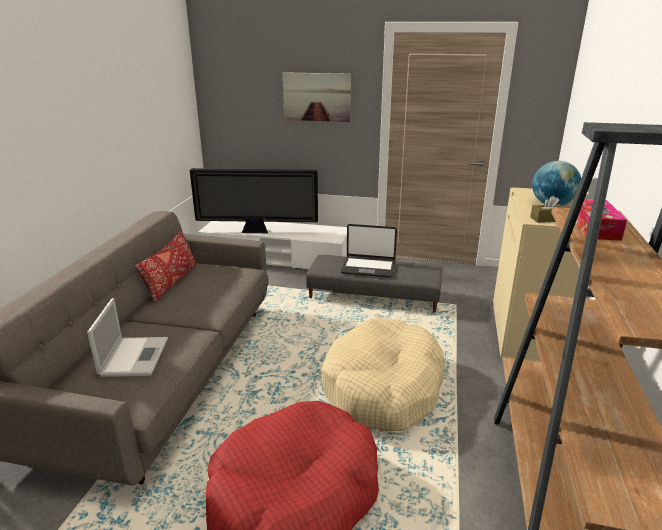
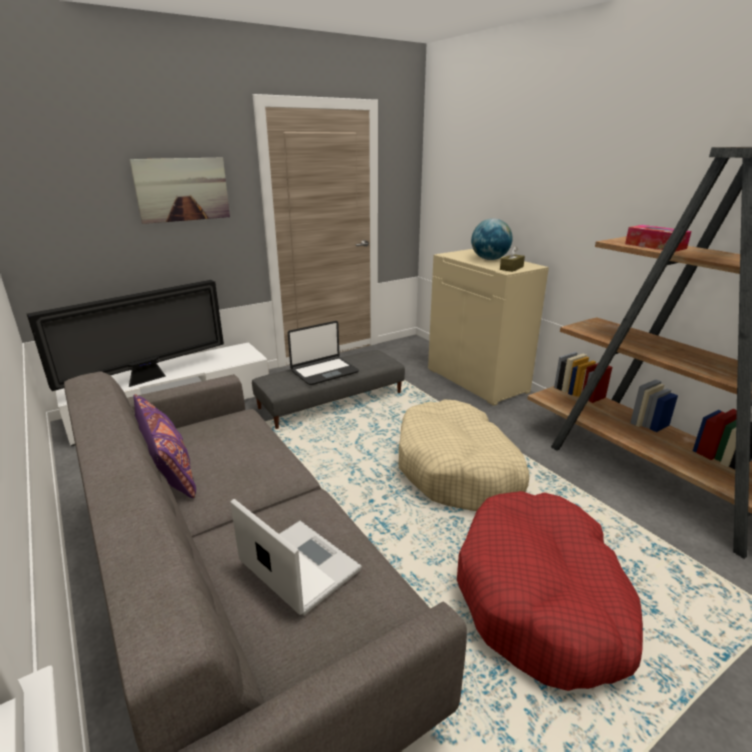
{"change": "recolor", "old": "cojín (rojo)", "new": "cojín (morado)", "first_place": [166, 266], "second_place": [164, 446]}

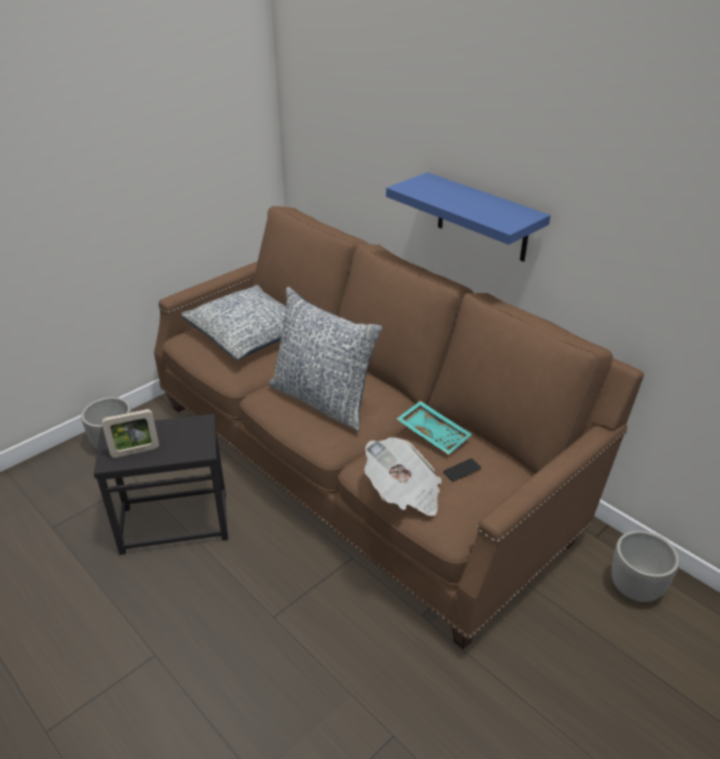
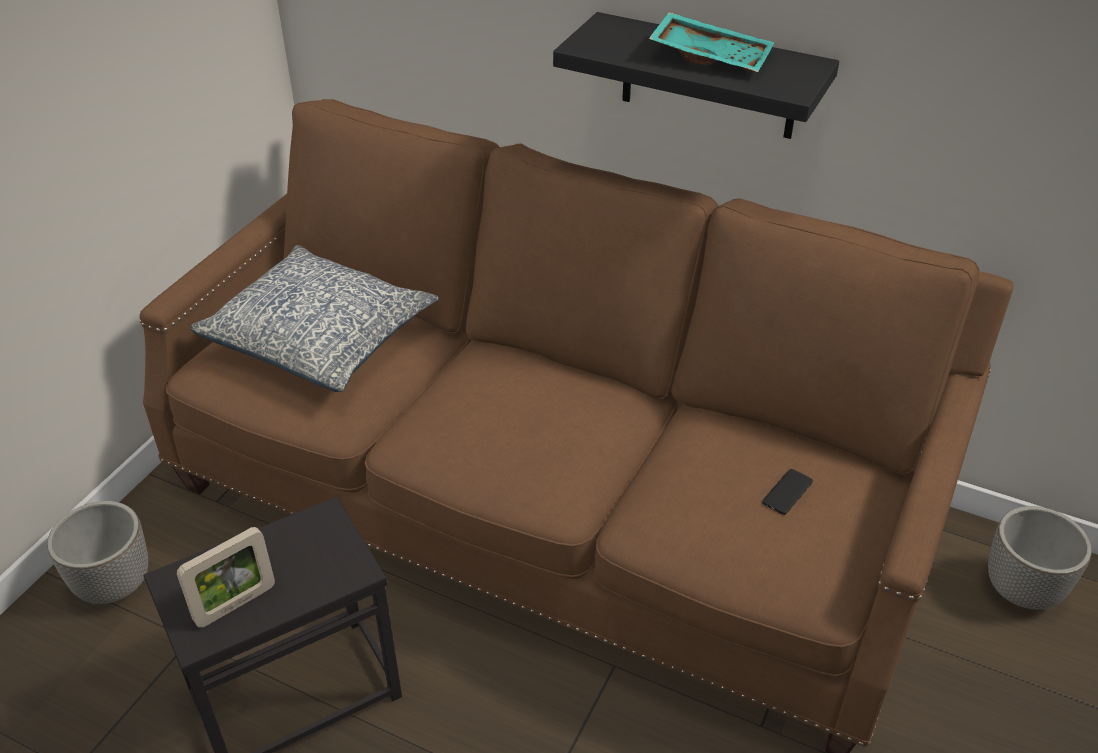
{"change": "recolor", "old": "estante (azul)", "new": "estante (negro)", "first_place": [468, 217], "second_place": [696, 75]}
{"change": "delete", "old": "cojín", "first_place": [325, 359]}
{"change": "move", "old": "bandeja (turquesa)", "first_place": [434, 428], "second_place": [712, 42]}
{"change": "delete", "old": "periódico", "first_place": [403, 476]}

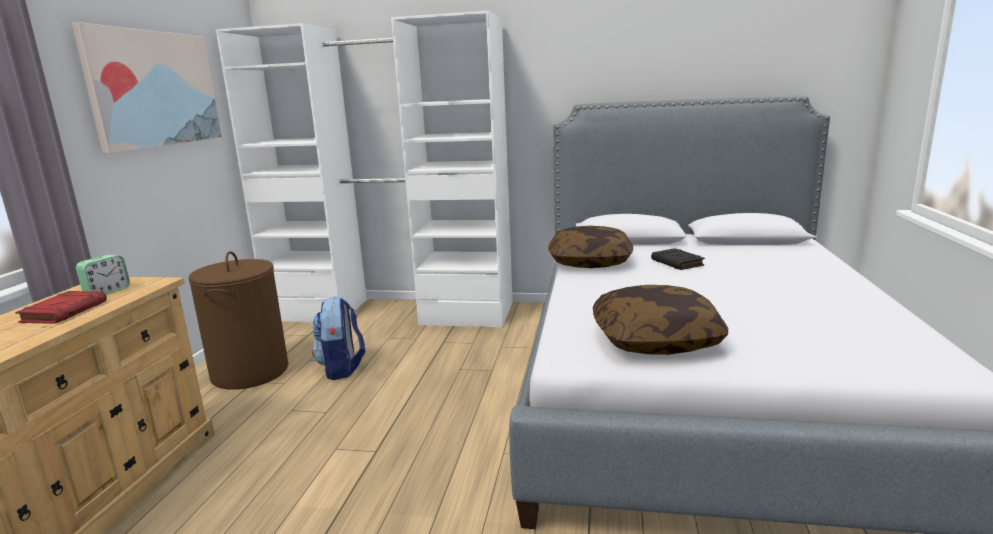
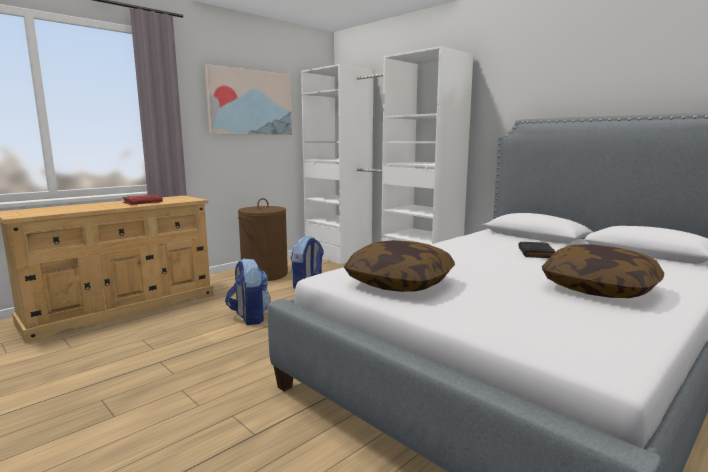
{"change": "move", "old": "cojín", "first_place": [590, 247], "second_place": [603, 271]}
{"change": "delete", "old": "despertador", "first_place": [103, 274]}
{"change": "insert", "new": "mochila", "second_place": [248, 291]}

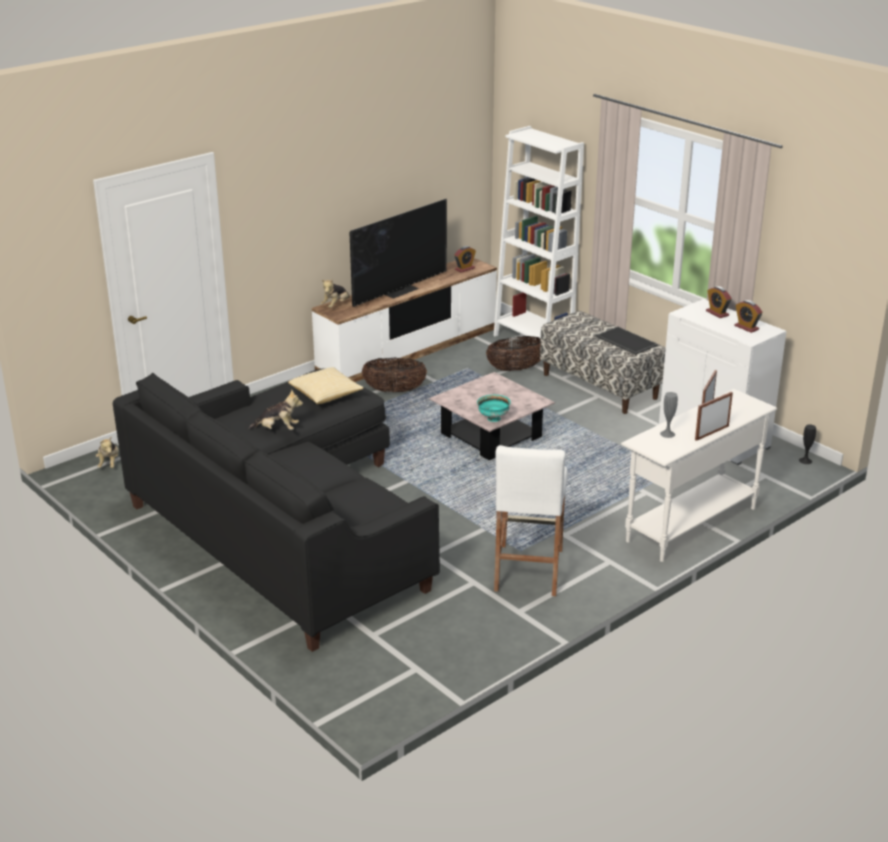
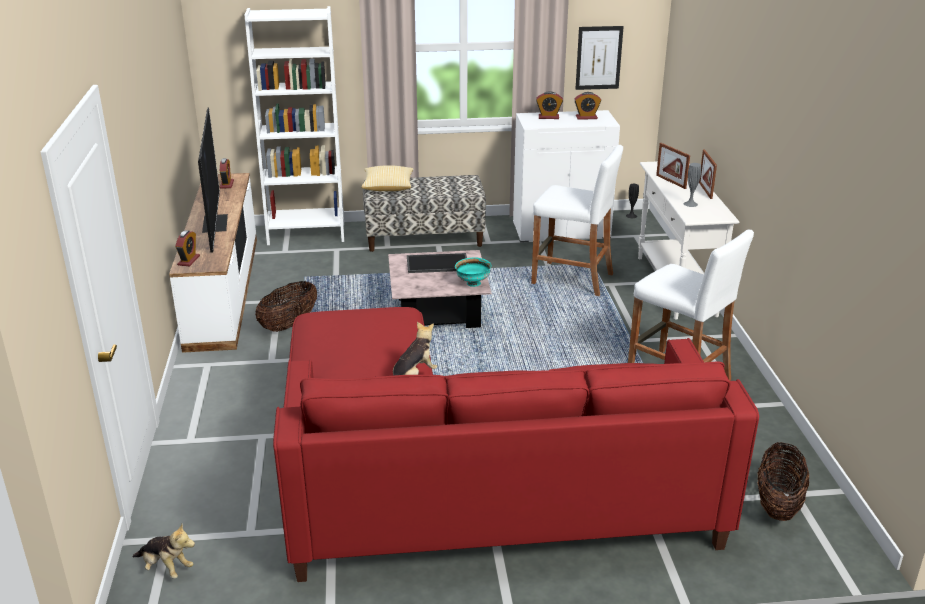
{"change": "replace", "old": "peluche", "new": "despertador", "first_place": [335, 293], "second_place": [187, 248]}
{"change": "move", "old": "bandeja", "first_place": [627, 341], "second_place": [437, 263]}
{"change": "move", "old": "cesta", "first_place": [513, 353], "second_place": [783, 481]}
{"change": "move", "old": "cojín", "first_place": [326, 385], "second_place": [387, 178]}
{"change": "recolor", "old": "sofá (negro)", "new": "sofá (rojo)", "first_place": [276, 510], "second_place": [516, 444]}
{"change": "insert", "new": "cuadro", "second_place": [600, 58]}
{"change": "insert", "new": "taburete (blanco)", "second_place": [577, 220]}

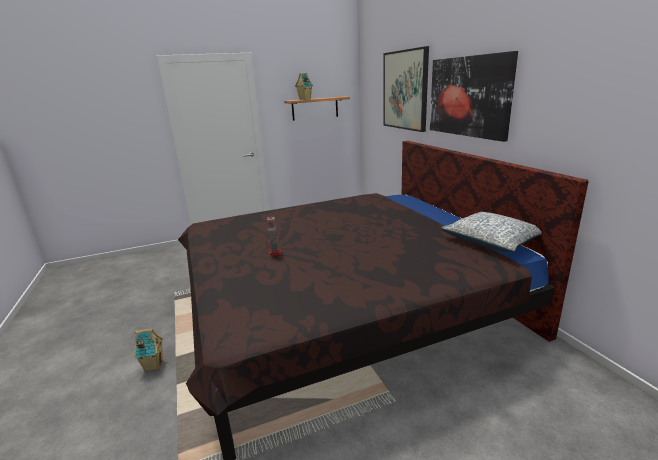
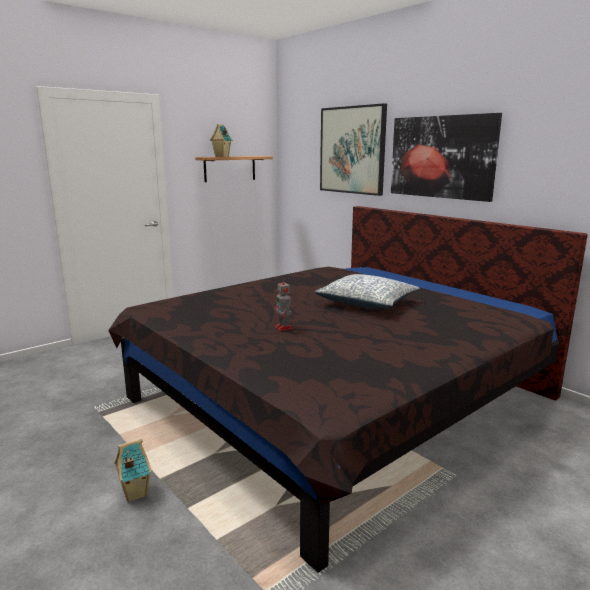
{"change": "move", "old": "cojín", "first_place": [491, 232], "second_place": [367, 291]}

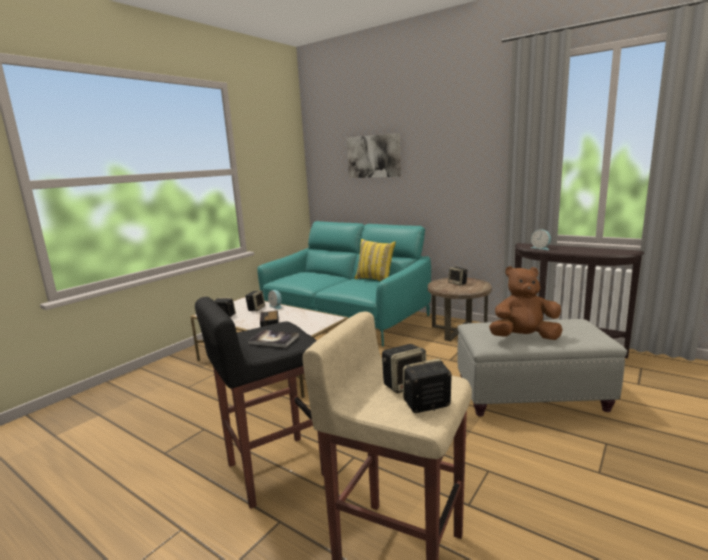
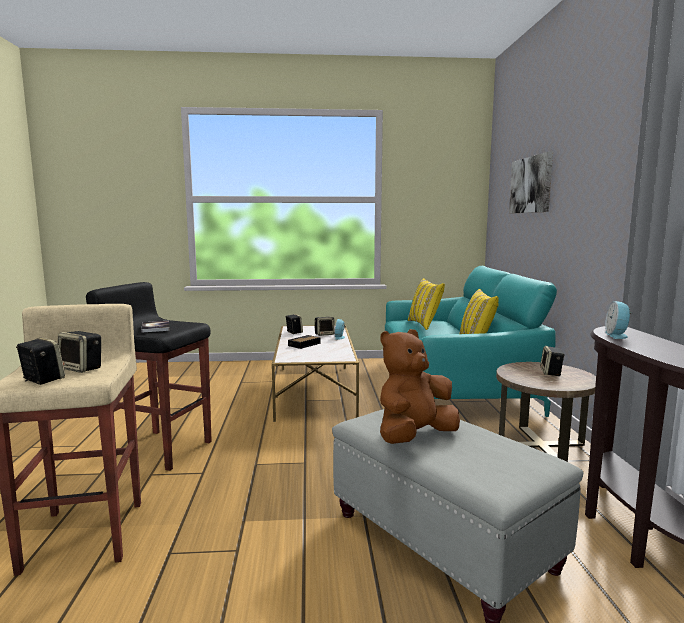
{"change": "rotate", "old": "peluche (marrón)", "first_place": [526, 303], "second_place": [420, 386], "degrees": -90}
{"change": "insert", "new": "cojín (amarillo)", "second_place": [426, 304]}

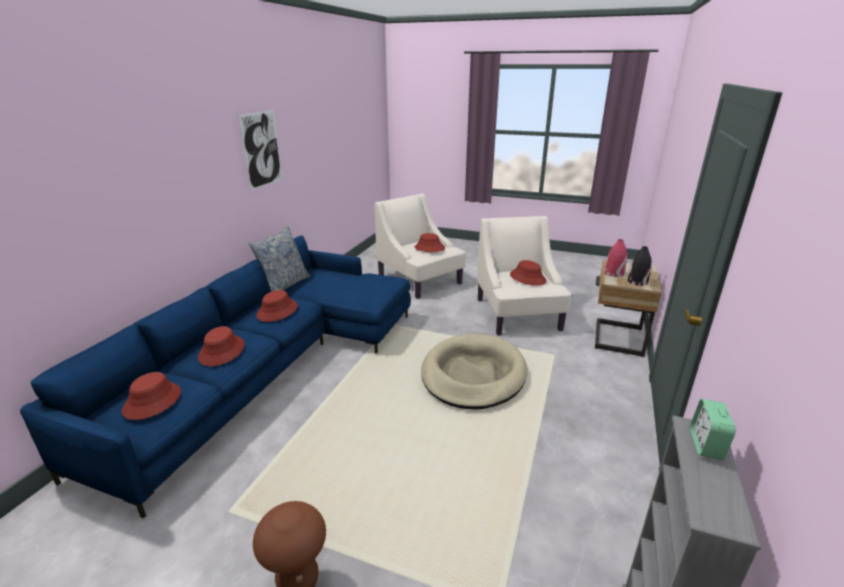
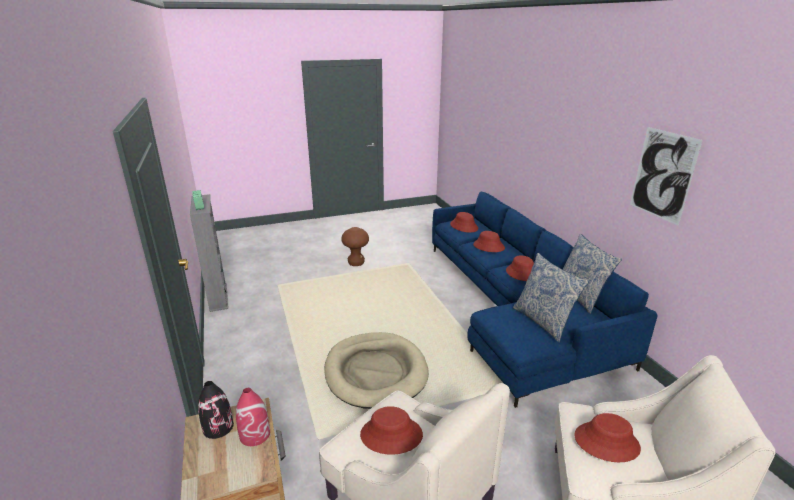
{"change": "insert", "new": "cojín", "second_place": [551, 298]}

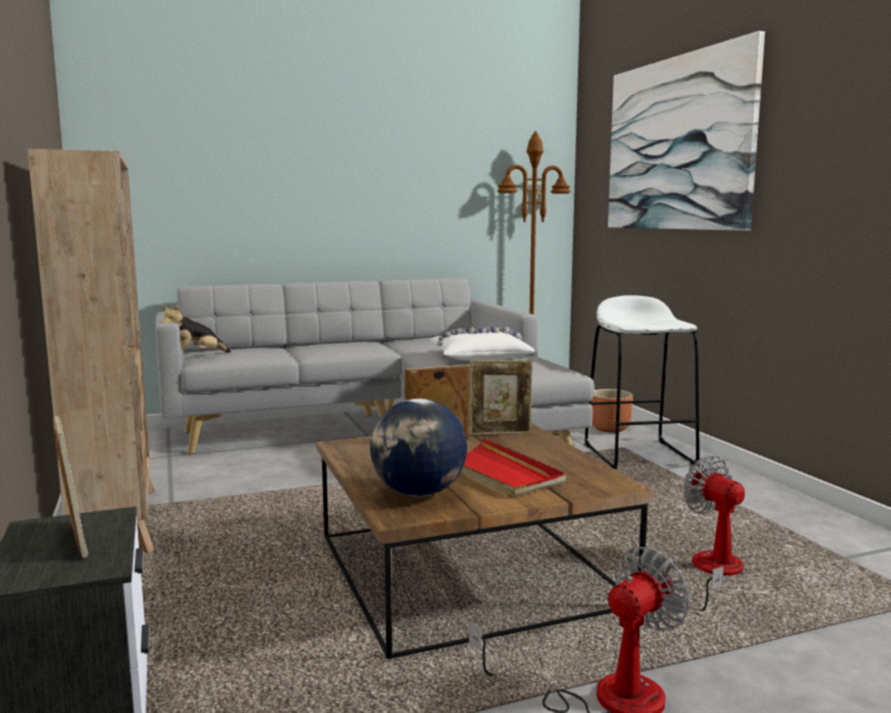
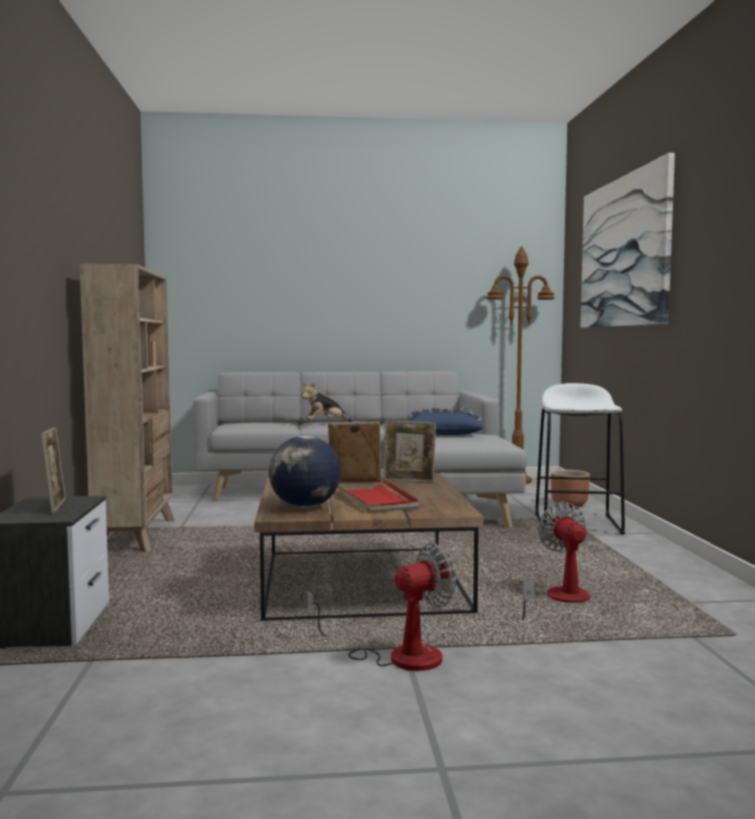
{"change": "move", "old": "peluche", "first_place": [196, 328], "second_place": [327, 402]}
{"change": "recolor", "old": "cojín (blanco)", "new": "cojín (azul)", "first_place": [482, 344], "second_place": [446, 421]}

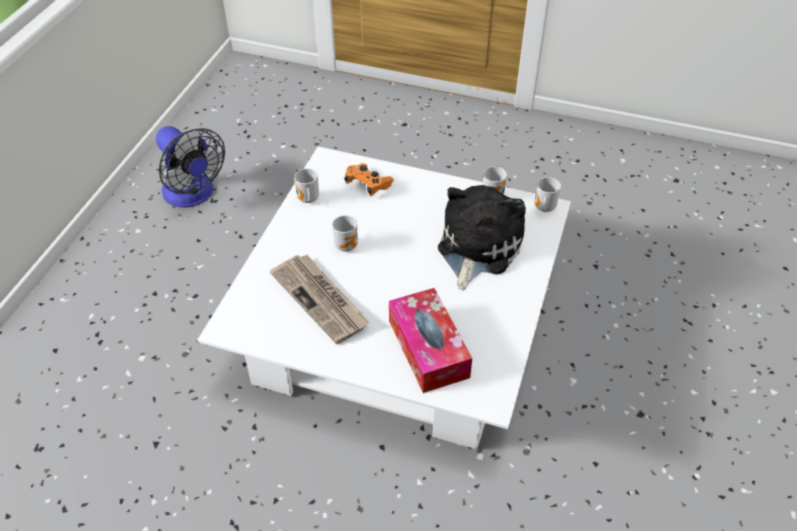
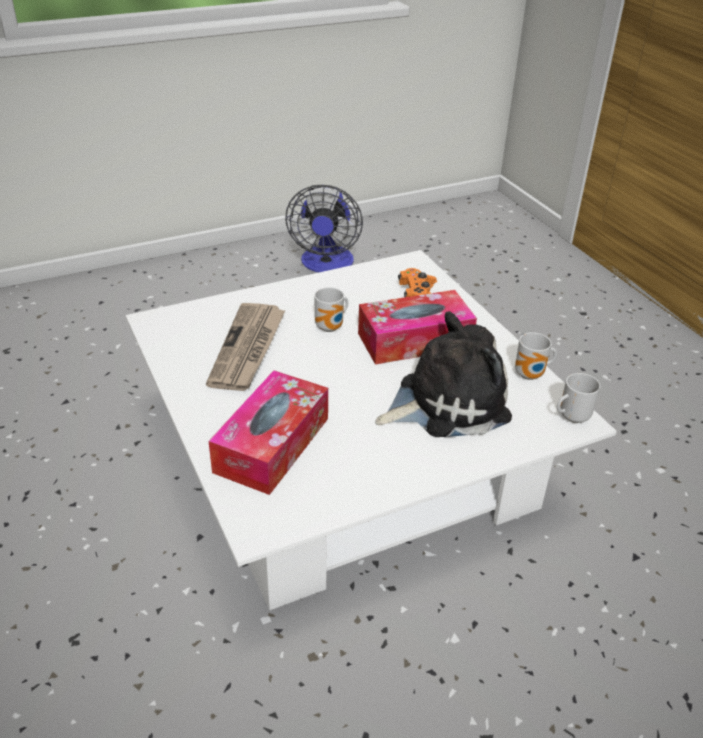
{"change": "delete", "old": "taza grande", "first_place": [306, 185]}
{"change": "insert", "new": "caja de pañuelos", "second_place": [417, 327]}

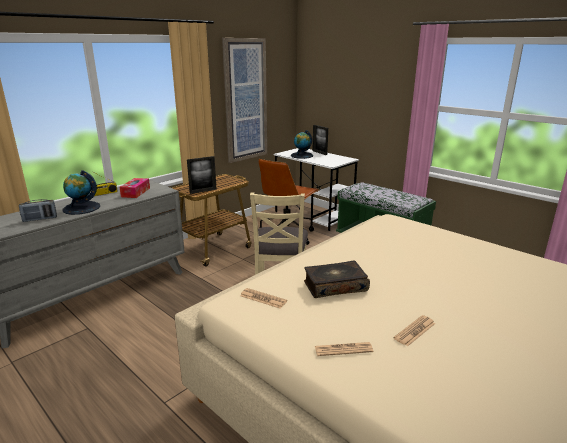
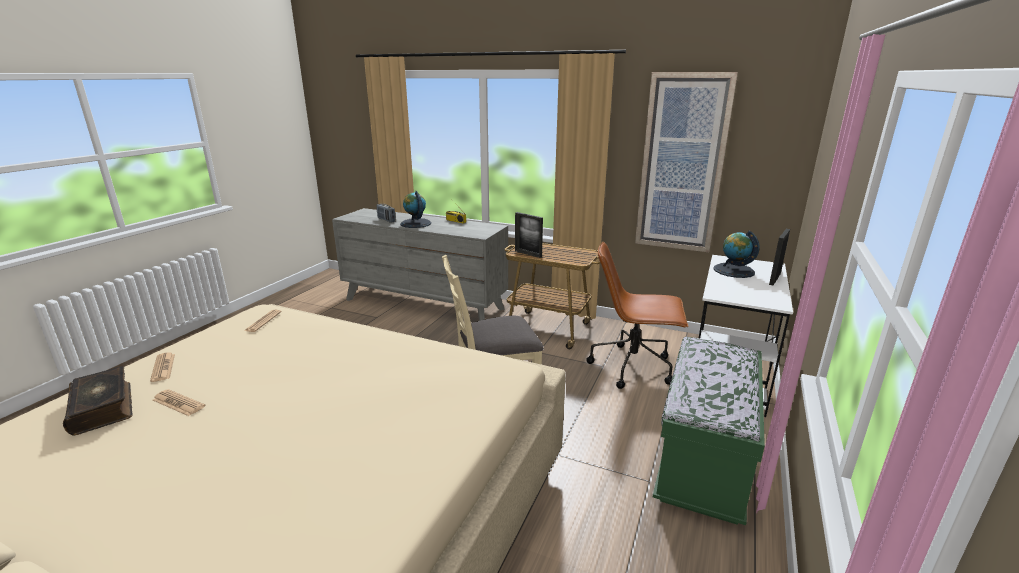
{"change": "delete", "old": "caja de pañuelos", "first_place": [134, 188]}
{"change": "move", "old": "libro", "first_place": [337, 279], "second_place": [98, 401]}

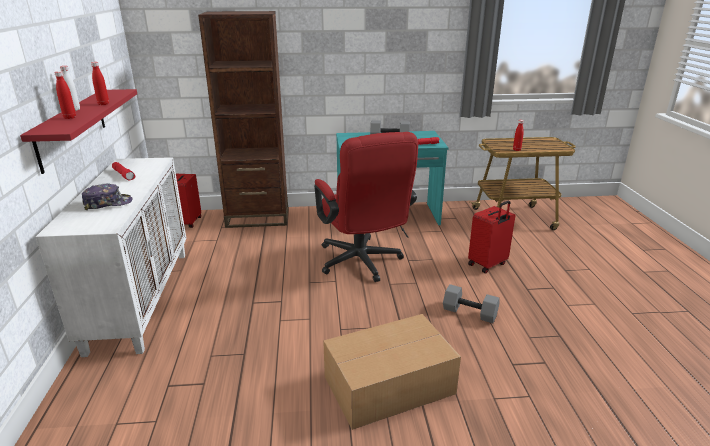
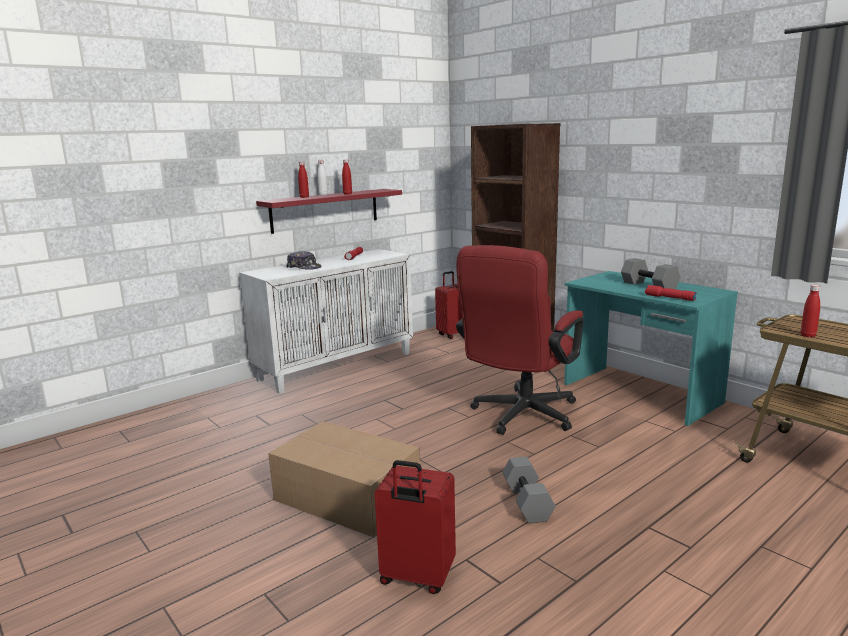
{"change": "move", "old": "maleta (rojo)", "first_place": [491, 237], "second_place": [415, 527]}

